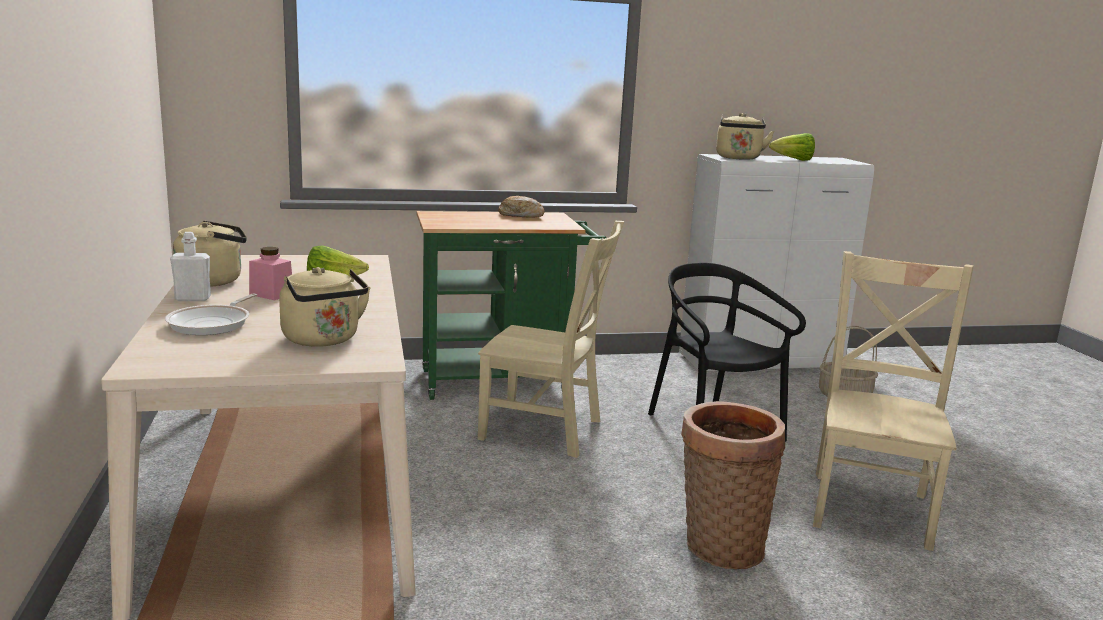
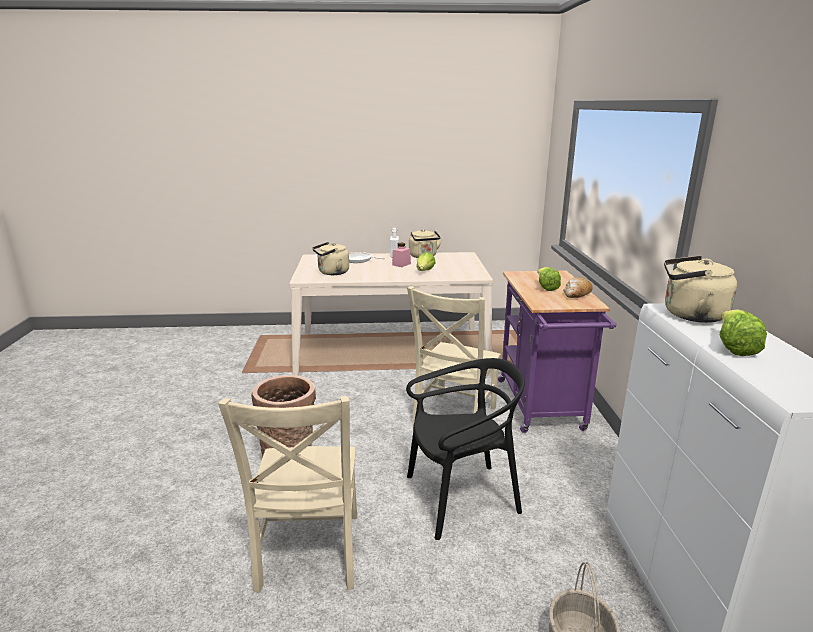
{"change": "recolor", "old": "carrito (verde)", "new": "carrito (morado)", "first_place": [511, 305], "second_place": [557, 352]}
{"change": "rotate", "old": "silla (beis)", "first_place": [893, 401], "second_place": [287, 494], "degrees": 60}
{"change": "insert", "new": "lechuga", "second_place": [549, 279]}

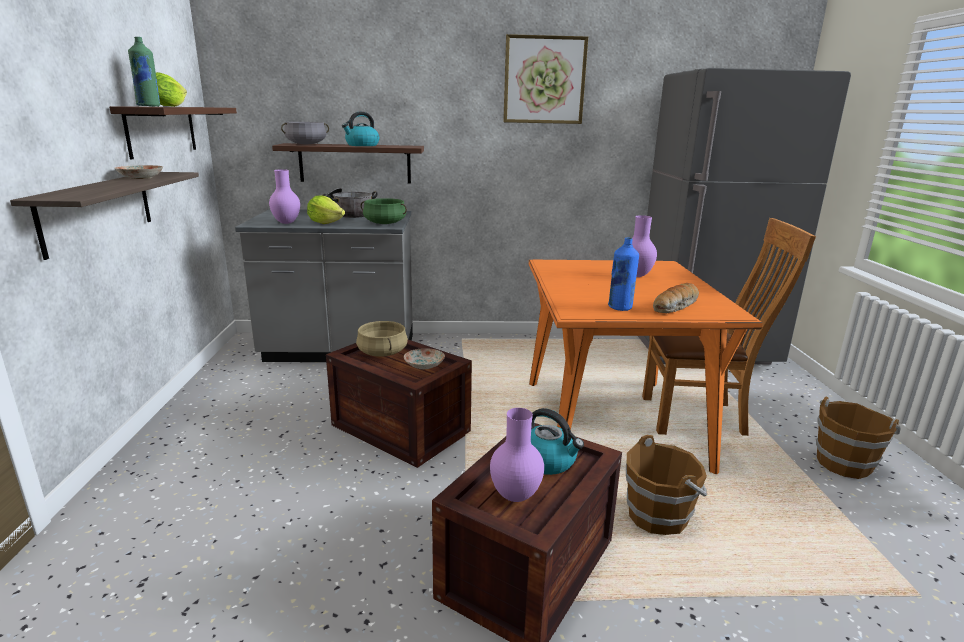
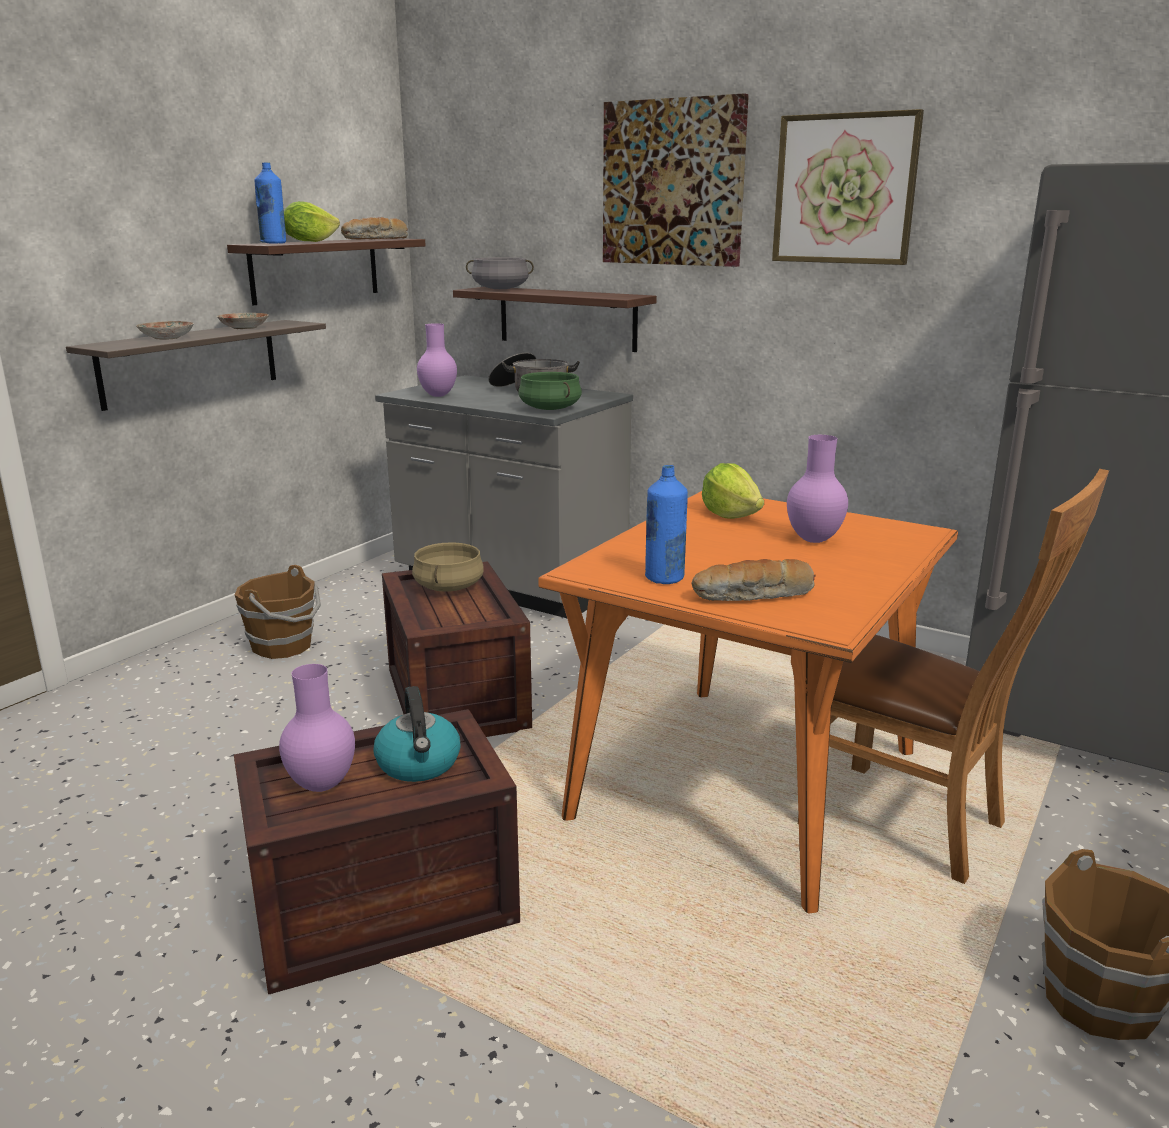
{"change": "recolor", "old": "botella (verde)", "new": "botella (azul)", "first_place": [144, 72], "second_place": [270, 203]}
{"change": "delete", "old": "hervidor", "first_place": [360, 129]}
{"change": "move", "old": "lechuga", "first_place": [326, 209], "second_place": [733, 491]}
{"change": "move", "old": "plato", "first_place": [424, 358], "second_place": [165, 330]}
{"change": "move", "old": "cubo (marrón)", "first_place": [666, 485], "second_place": [278, 612]}
{"change": "insert", "new": "cuadro", "second_place": [676, 180]}
{"change": "insert", "new": "pan", "second_place": [374, 228]}

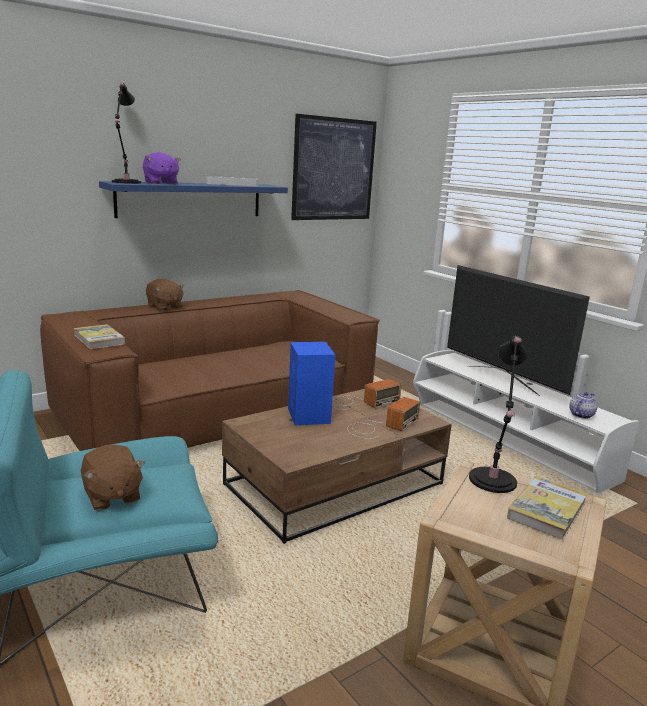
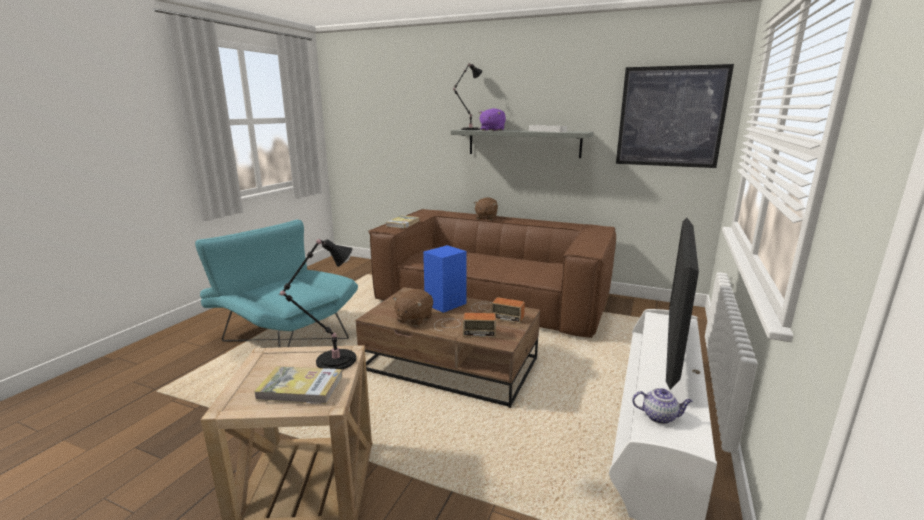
{"change": "recolor", "old": "estante (azul)", "new": "estante (gris)", "first_place": [193, 199], "second_place": [522, 143]}
{"change": "move", "old": "peluche (marrón)", "first_place": [113, 478], "second_place": [413, 307]}

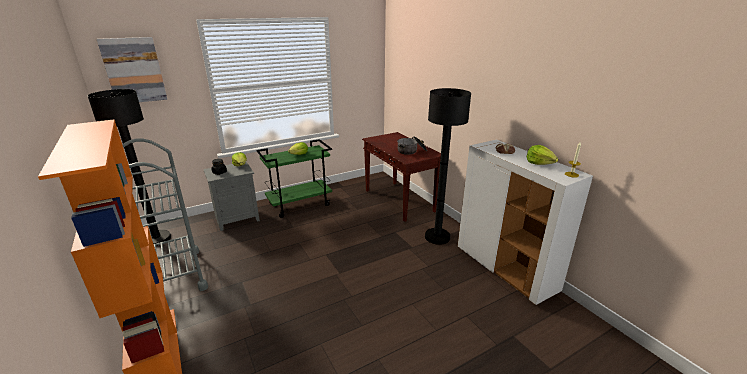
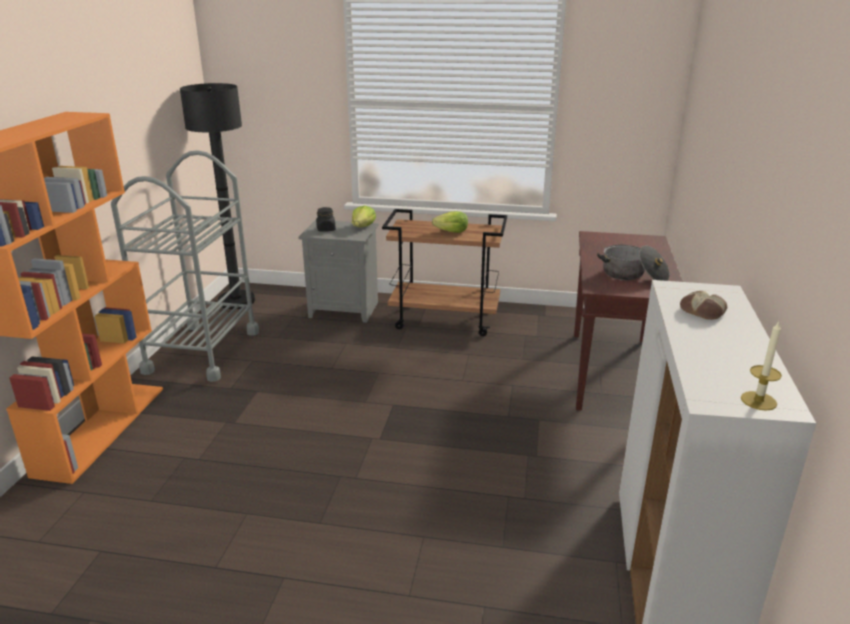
{"change": "delete", "old": "cuadro", "first_place": [132, 69]}
{"change": "delete", "old": "lámpara de pie (negro)", "first_place": [448, 166]}
{"change": "recolor", "old": "carrito (verde)", "new": "carrito (marrón)", "first_place": [294, 178], "second_place": [444, 272]}
{"change": "delete", "old": "lechuga", "first_place": [542, 155]}

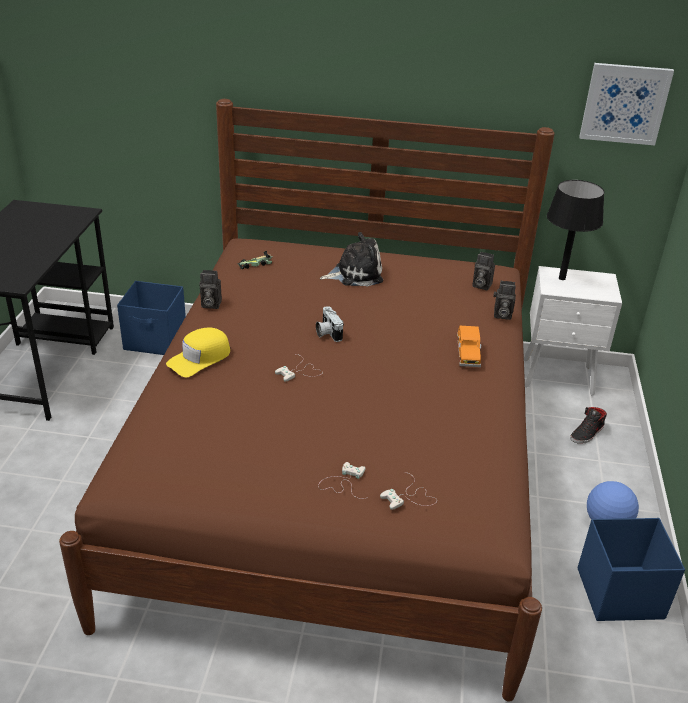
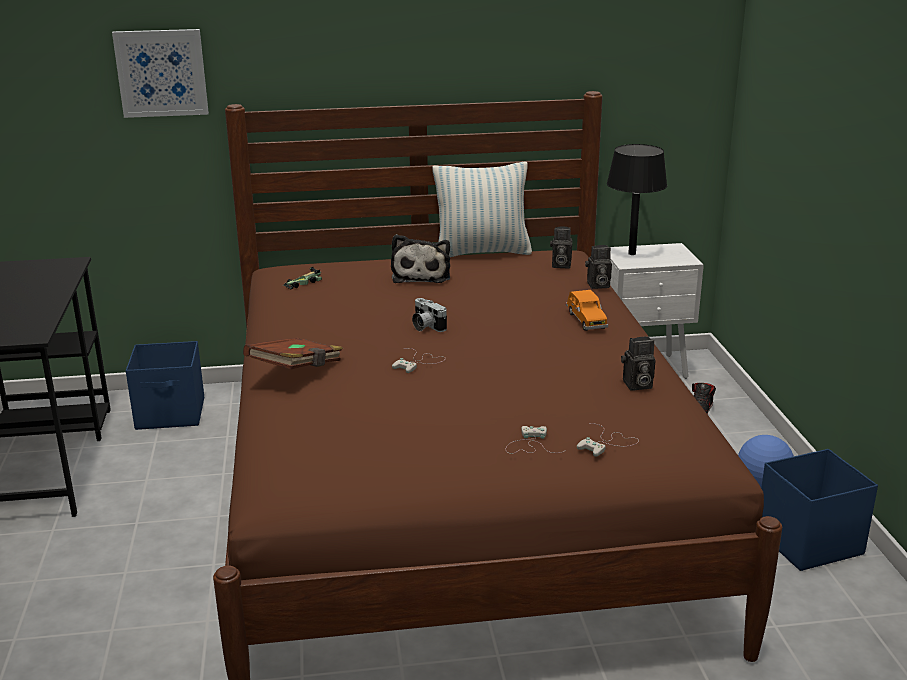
{"change": "move", "old": "cuadro", "first_place": [626, 104], "second_place": [160, 73]}
{"change": "rotate", "old": "peluche", "first_place": [351, 259], "second_place": [420, 258], "degrees": 120}
{"change": "move", "old": "cámara", "first_place": [210, 289], "second_place": [638, 363]}
{"change": "replace", "old": "gorra (amarillo)", "new": "libro (marrón)", "first_place": [198, 352], "second_place": [293, 353]}
{"change": "insert", "new": "cojín", "second_place": [482, 209]}

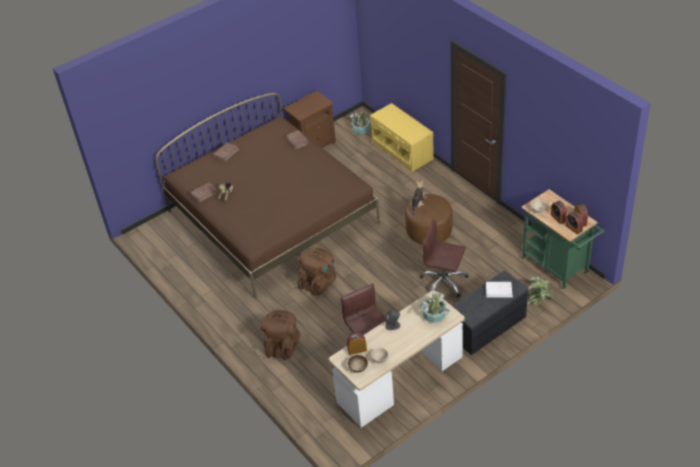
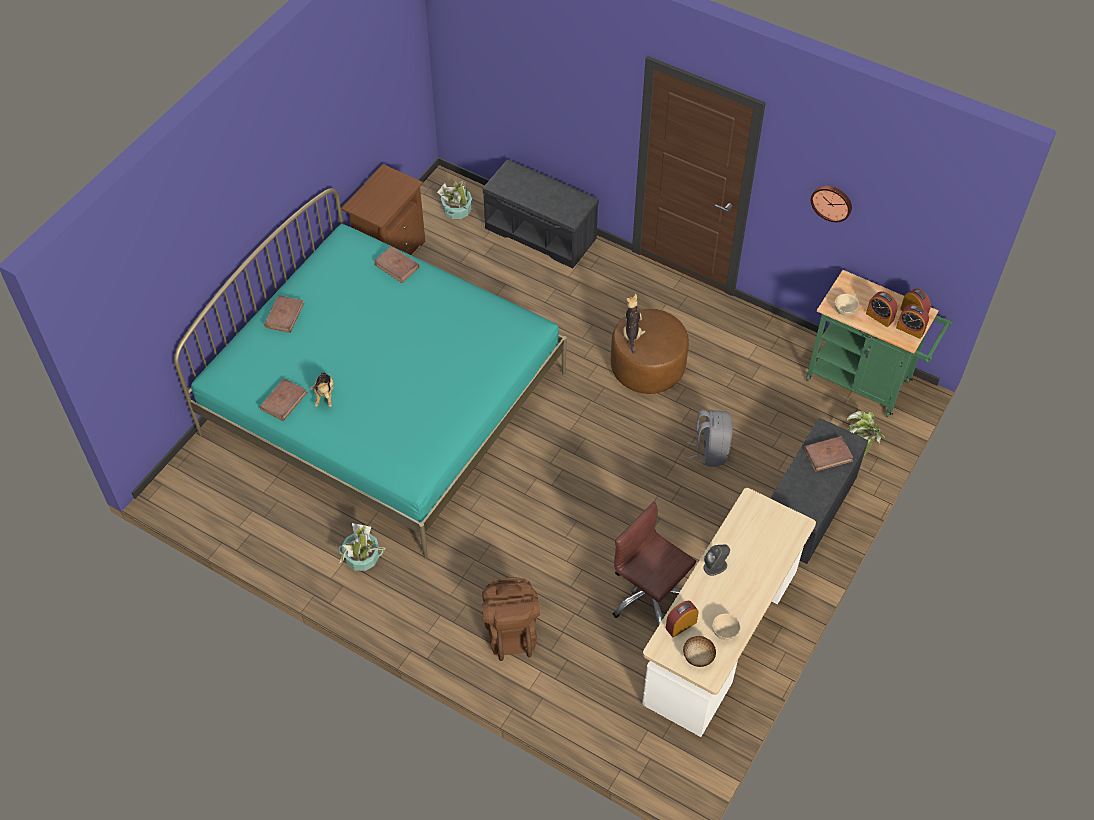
{"change": "recolor", "old": "cama (marrón)", "new": "cama (turquesa)", "first_place": [267, 196], "second_place": [370, 374]}
{"change": "recolor", "old": "banco (amarillo)", "new": "banco (gris)", "first_place": [402, 137], "second_place": [541, 214]}
{"change": "replace", "old": "silla de oficina (marrón)", "new": "mochila (gris)", "first_place": [444, 258], "second_place": [710, 438]}
{"change": "delete", "old": "mochila (marrón)", "first_place": [317, 272]}
{"change": "recolor", "old": "libro (blanco)", "new": "libro (marrón)", "first_place": [499, 289], "second_place": [828, 454]}
{"change": "move", "old": "planta en maceta", "first_place": [434, 306], "second_place": [361, 547]}
{"change": "insert", "new": "reloj de pared", "second_place": [831, 204]}

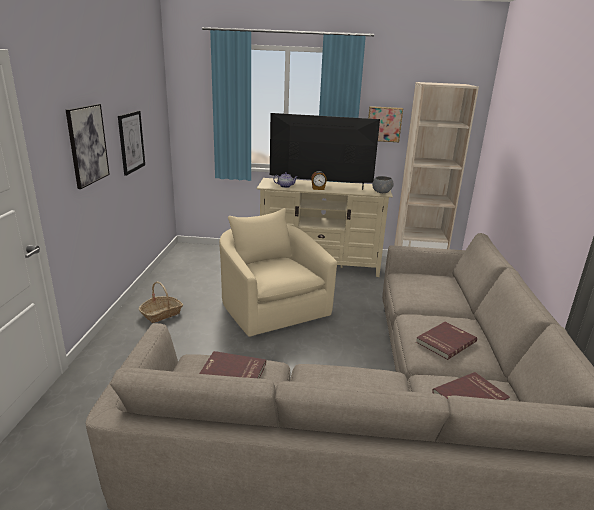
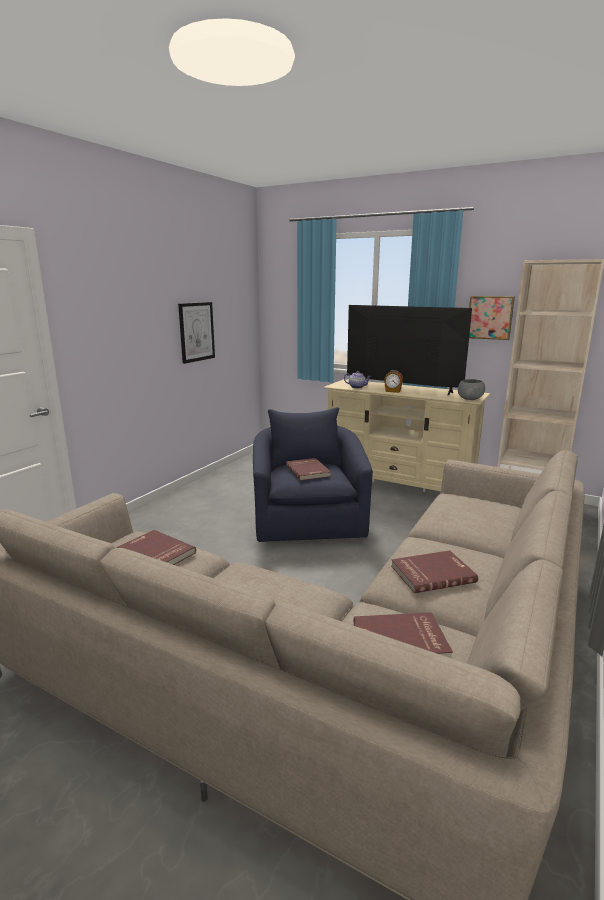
{"change": "delete", "old": "cuadro", "first_place": [88, 146]}
{"change": "recolor", "old": "sillón (beis)", "new": "sillón (azul)", "first_place": [278, 272], "second_place": [313, 474]}
{"change": "delete", "old": "cesta", "first_place": [161, 302]}
{"change": "insert", "new": "libro (rojo)", "second_place": [308, 469]}

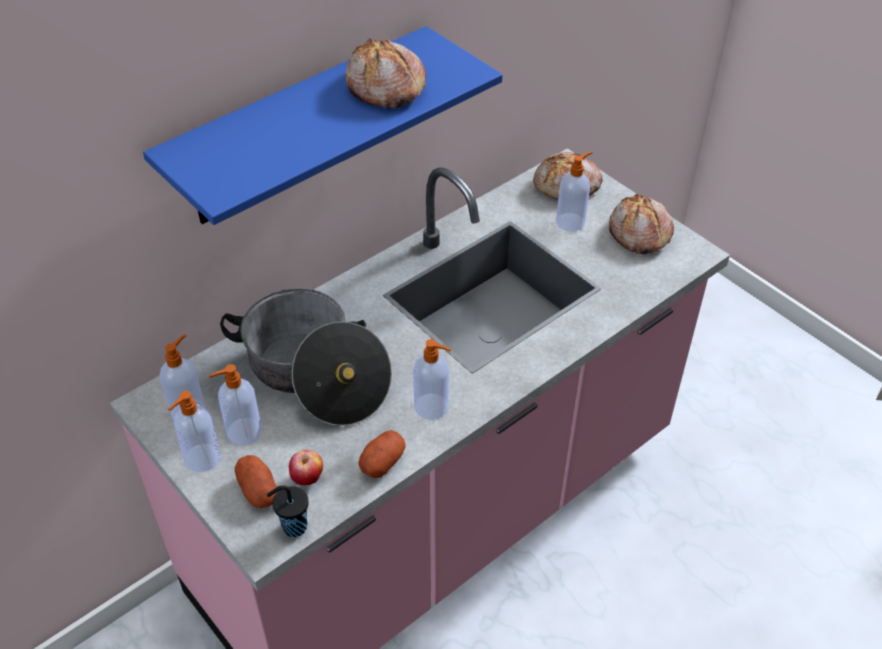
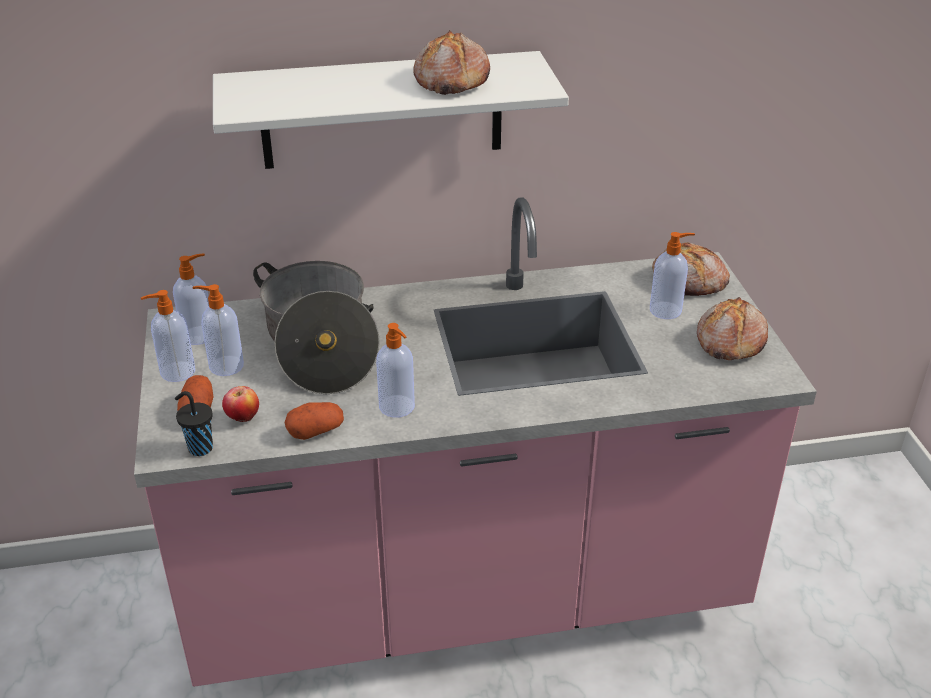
{"change": "recolor", "old": "estante (azul)", "new": "estante (blanco)", "first_place": [322, 125], "second_place": [391, 110]}

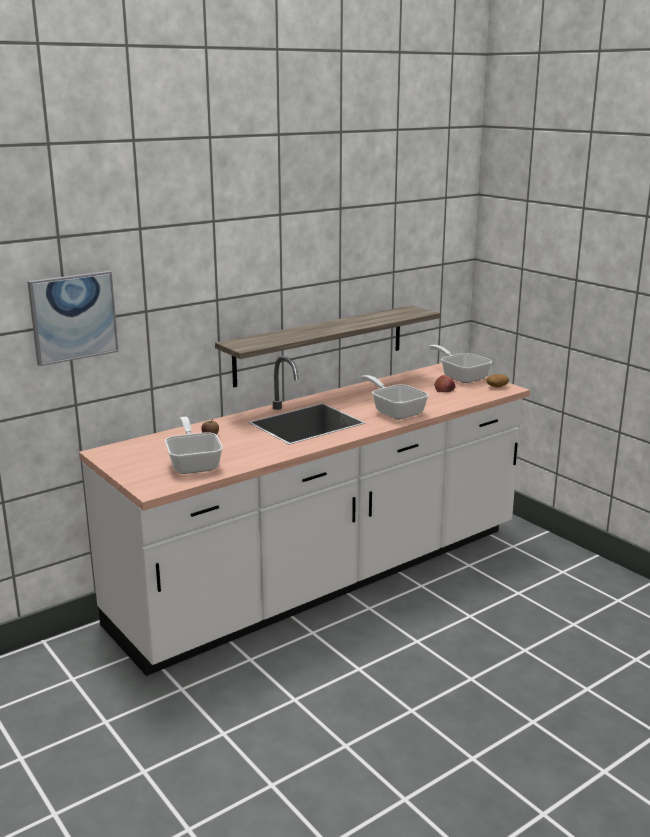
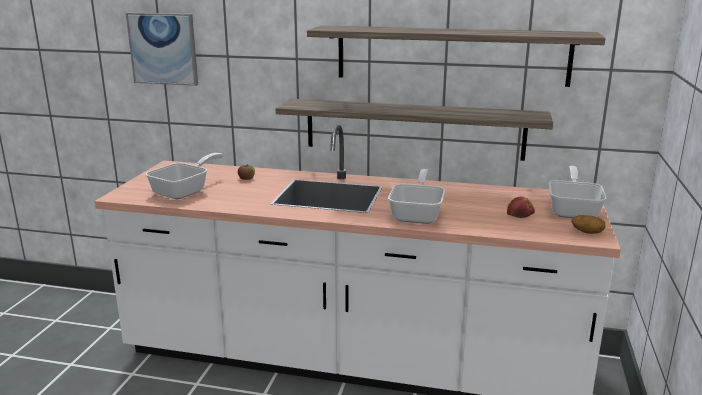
{"change": "insert", "new": "estante", "second_place": [456, 56]}

